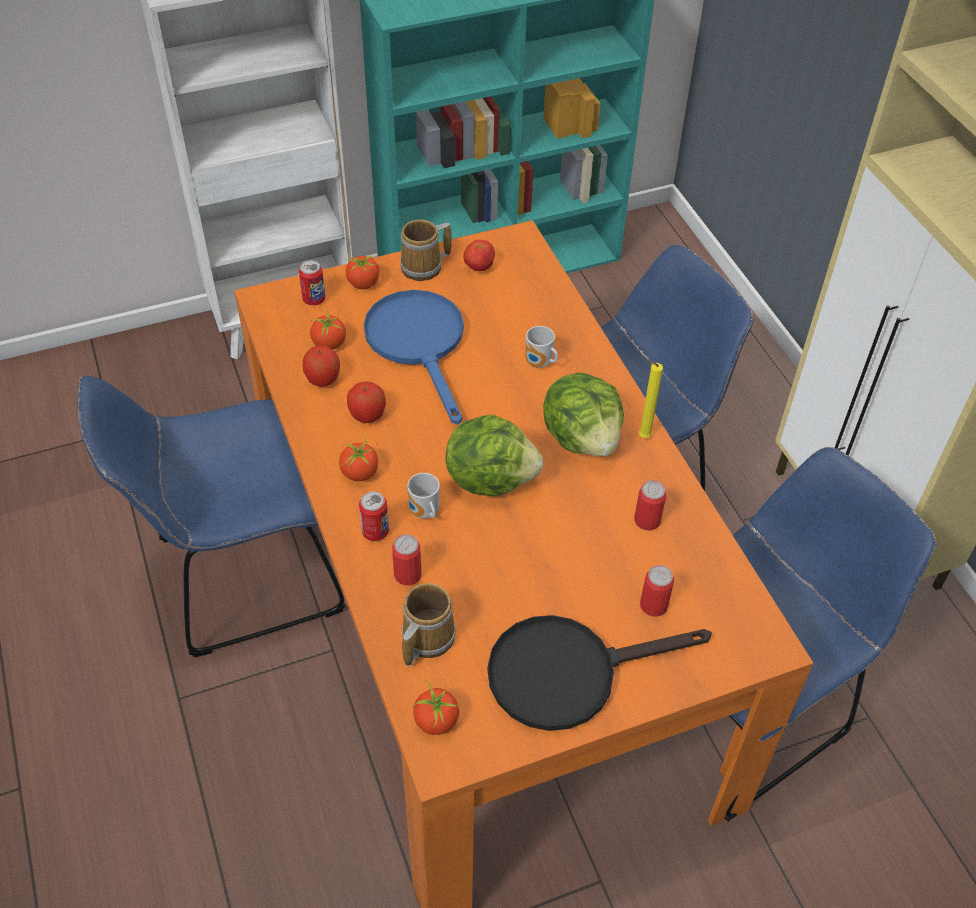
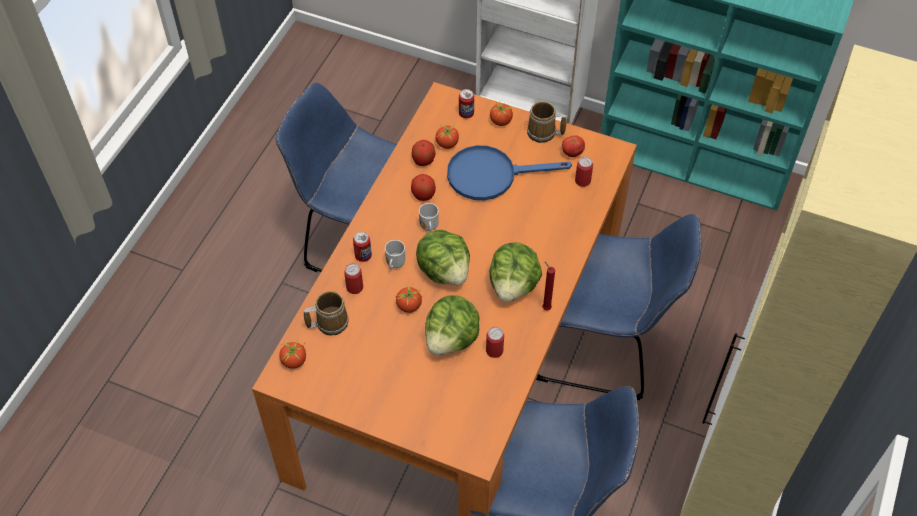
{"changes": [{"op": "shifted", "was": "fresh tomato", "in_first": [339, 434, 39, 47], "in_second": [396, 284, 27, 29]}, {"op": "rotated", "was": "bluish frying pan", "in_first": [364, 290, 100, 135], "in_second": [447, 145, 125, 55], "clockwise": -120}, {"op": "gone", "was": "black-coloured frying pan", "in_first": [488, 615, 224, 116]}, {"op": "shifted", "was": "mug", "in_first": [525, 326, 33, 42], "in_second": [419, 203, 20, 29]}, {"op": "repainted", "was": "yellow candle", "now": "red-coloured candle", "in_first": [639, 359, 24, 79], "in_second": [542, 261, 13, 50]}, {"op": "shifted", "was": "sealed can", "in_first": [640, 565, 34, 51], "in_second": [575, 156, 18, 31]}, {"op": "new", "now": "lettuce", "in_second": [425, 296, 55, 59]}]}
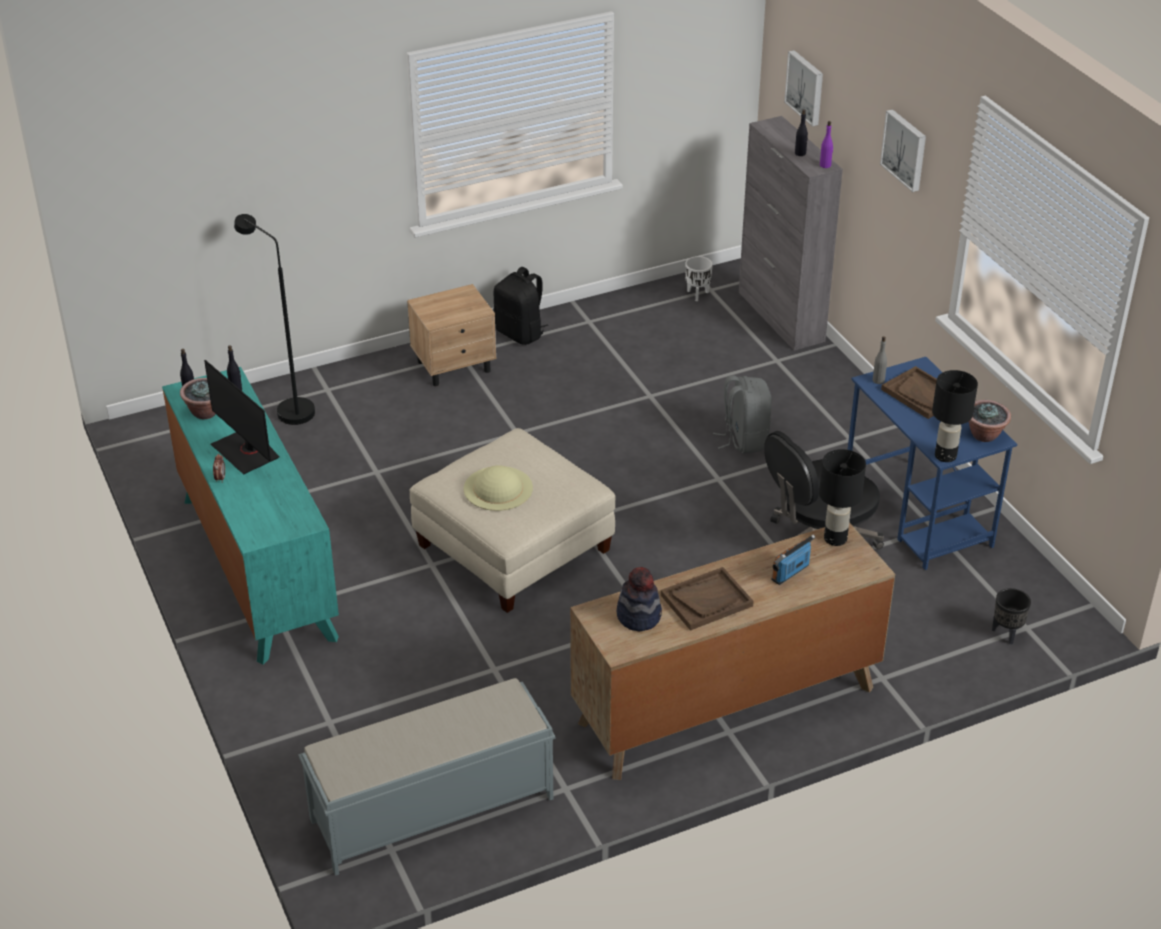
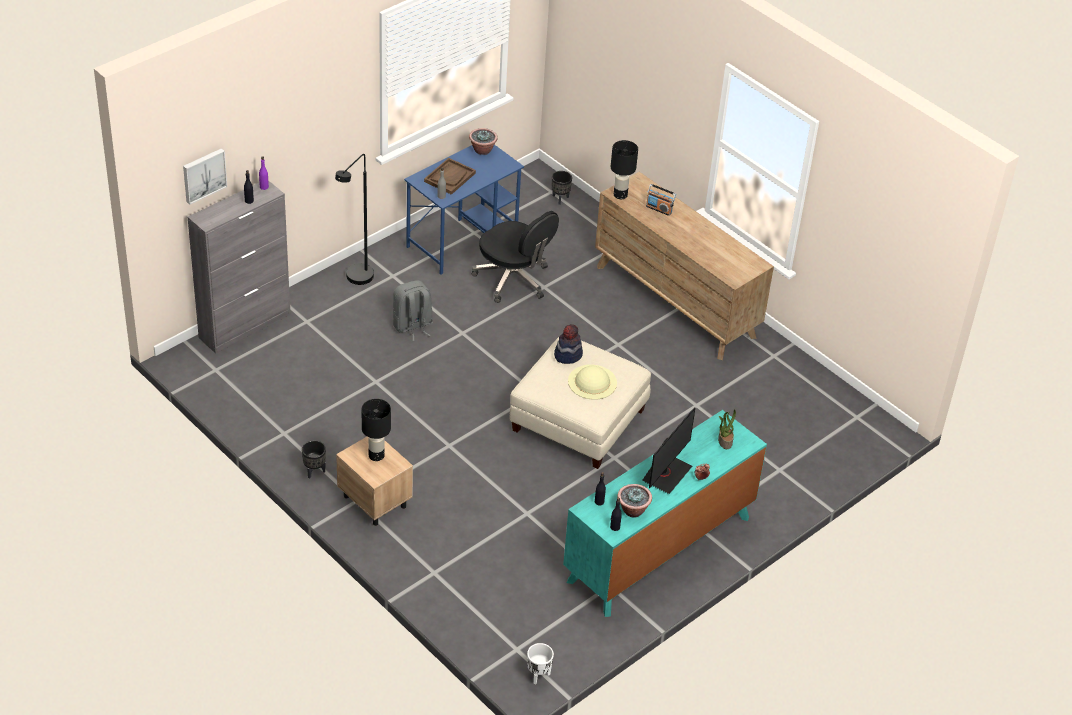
{"changes": [{"op": "shifted", "was": "black-coloured standard lamp", "in_first": [234, 214, 81, 211], "in_second": [335, 154, 39, 131]}, {"op": "gone", "was": "gray long seat", "in_first": [298, 678, 257, 198]}, {"op": "swapped", "was": "black-coloured rucksack", "now": "black-coloured plant pot", "in_first": [493, 267, 55, 78], "in_second": [302, 440, 24, 38]}, {"op": "shifted", "was": "clothing hat", "in_first": [617, 567, 45, 64], "in_second": [554, 324, 29, 40]}, {"op": "gone", "was": "brown tray", "in_first": [661, 567, 93, 64]}, {"op": "shifted", "was": "whitish plant pot", "in_first": [685, 256, 28, 45], "in_second": [527, 643, 27, 41]}, {"op": "gone", "was": "wall picture", "in_first": [880, 109, 46, 83]}, {"op": "shifted", "was": "black-coloured table lamp", "in_first": [932, 370, 46, 92], "in_second": [362, 399, 29, 62]}, {"op": "new", "now": "potted plant", "in_second": [718, 409, 18, 40]}]}
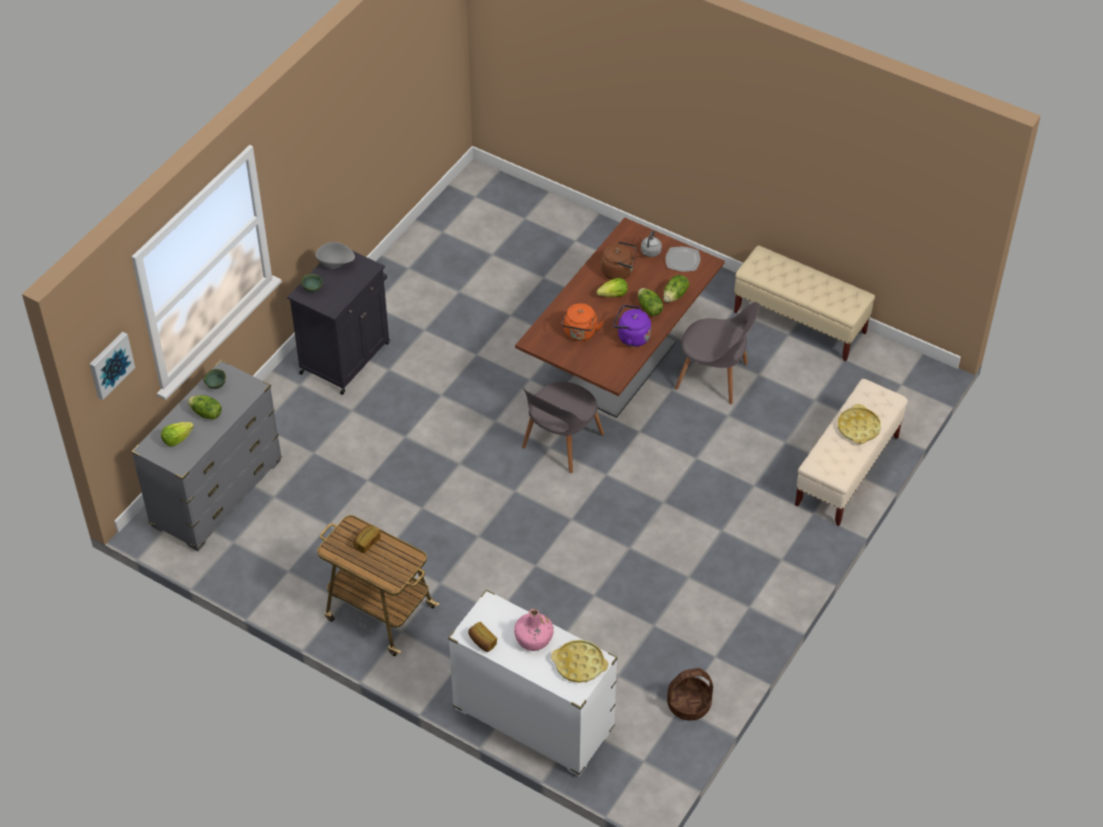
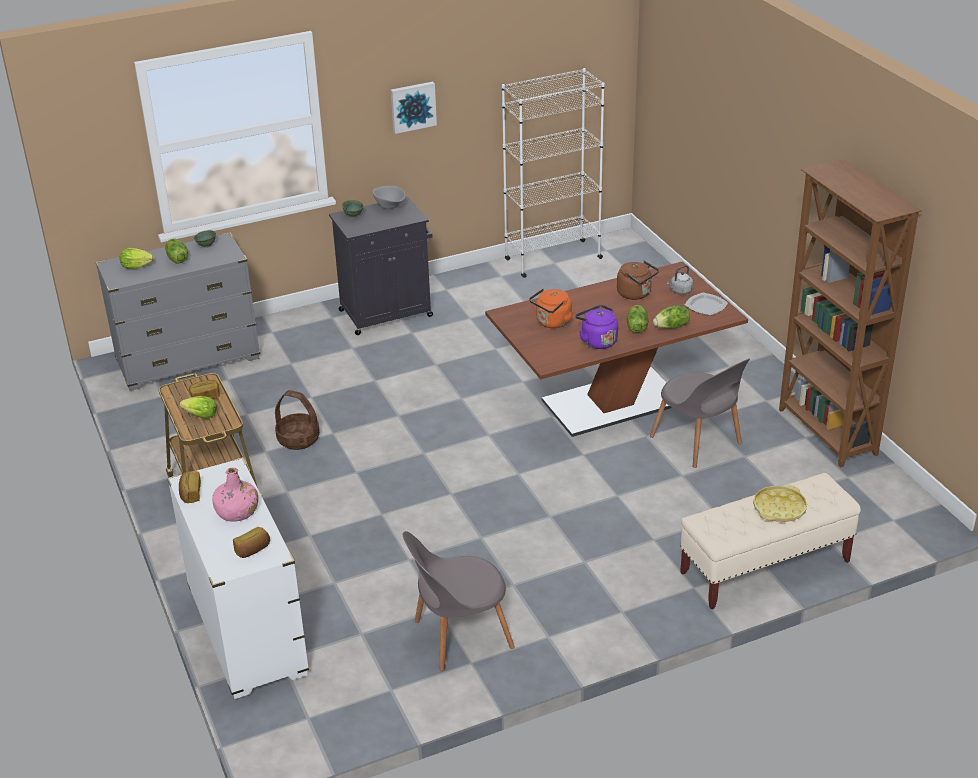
{"changes": [{"op": "shifted", "was": "wall picture", "in_first": [90, 332, 45, 68], "in_second": [391, 82, 46, 52]}, {"op": "shifted", "was": "gray chair", "in_first": [522, 382, 82, 91], "in_second": [403, 531, 112, 140]}, {"op": "swapped", "was": "yellow tray", "now": "bakery bread", "in_first": [551, 640, 57, 43], "in_second": [233, 527, 37, 31]}, {"op": "shifted", "was": "lettuce", "in_first": [596, 278, 32, 19], "in_second": [180, 396, 37, 23]}, {"op": "shifted", "was": "basket", "in_first": [667, 668, 46, 53], "in_second": [275, 390, 45, 60]}, {"op": "swapped", "was": "beige long seat", "now": "brown shelving unit", "in_first": [734, 246, 141, 116], "in_second": [779, 159, 143, 308]}, {"op": "new", "now": "whitish shelving unit", "in_second": [502, 68, 103, 210]}]}
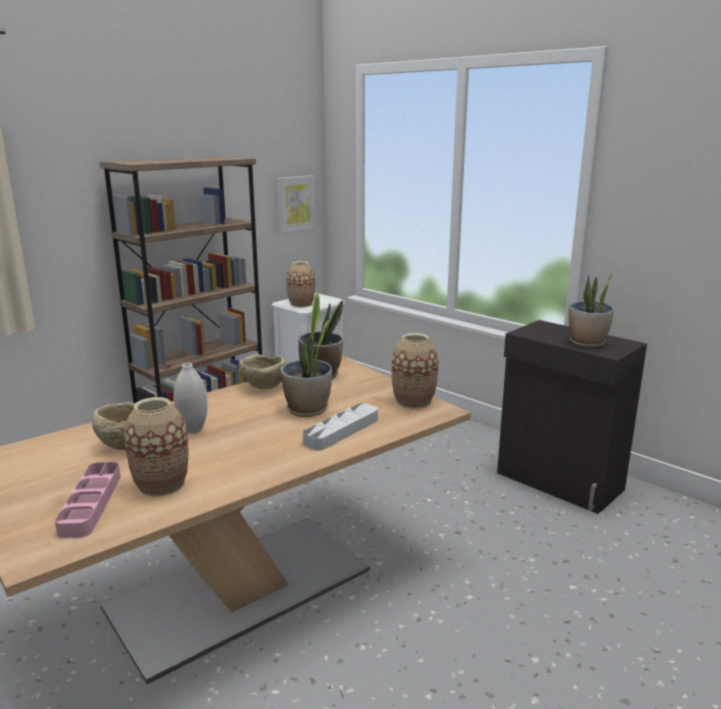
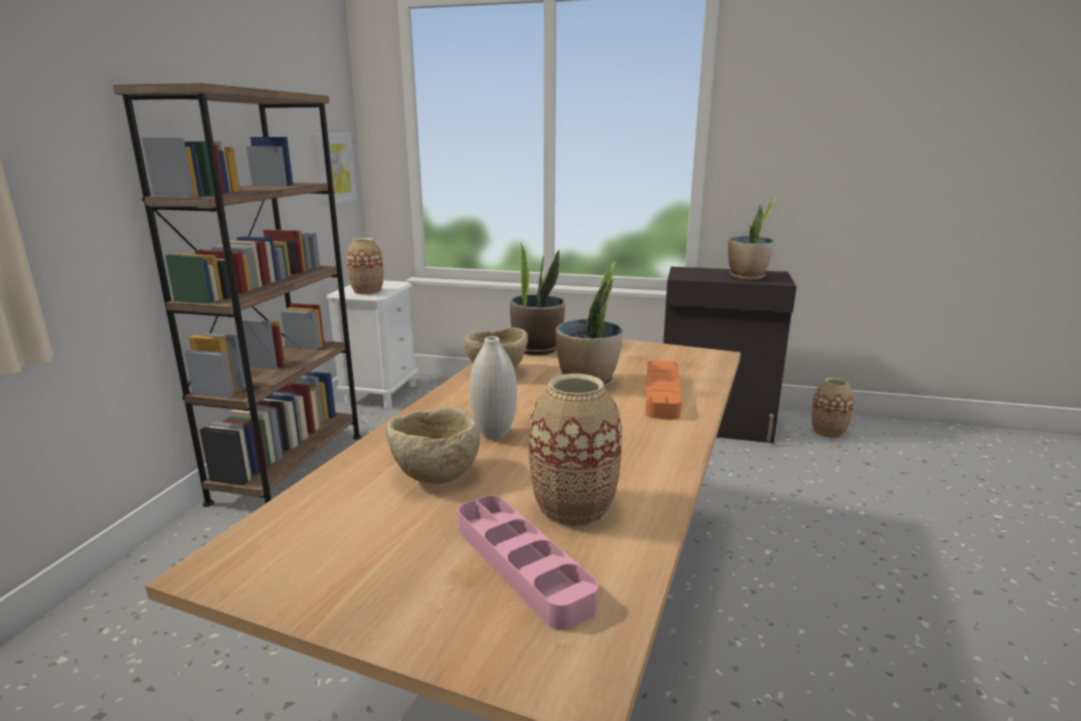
{"changes": [{"op": "repainted", "was": "gray tray", "now": "orange-coloured tray", "in_first": [303, 403, 75, 48], "in_second": [645, 360, 37, 60]}, {"op": "shifted", "was": "decorative vase", "in_first": [392, 333, 46, 76], "in_second": [812, 378, 42, 61]}]}
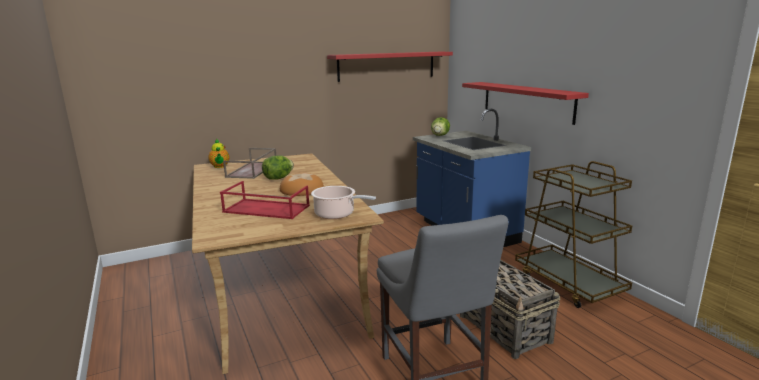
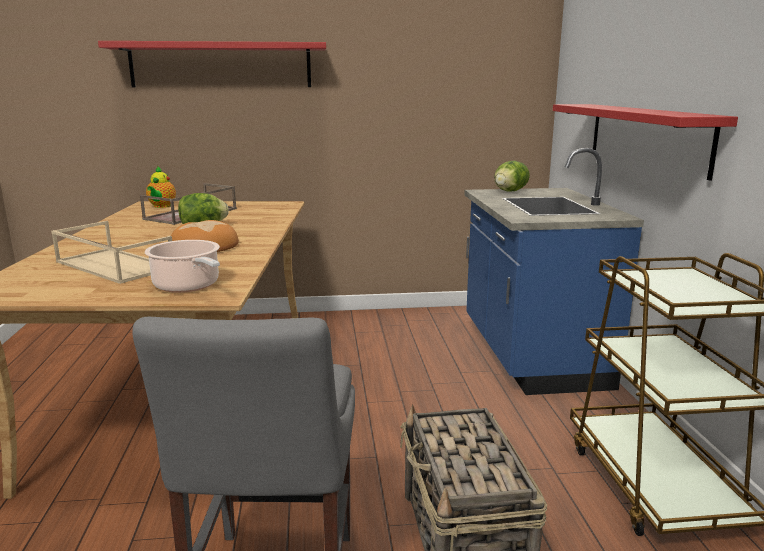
{"changes": [{"op": "repainted", "was": "red-coloured tray", "now": "beige tray", "in_first": [220, 181, 90, 38], "in_second": [51, 221, 121, 63]}, {"op": "shifted", "was": "red-coloured bracket shelf", "in_first": [327, 52, 126, 30], "in_second": [98, 41, 228, 46]}]}
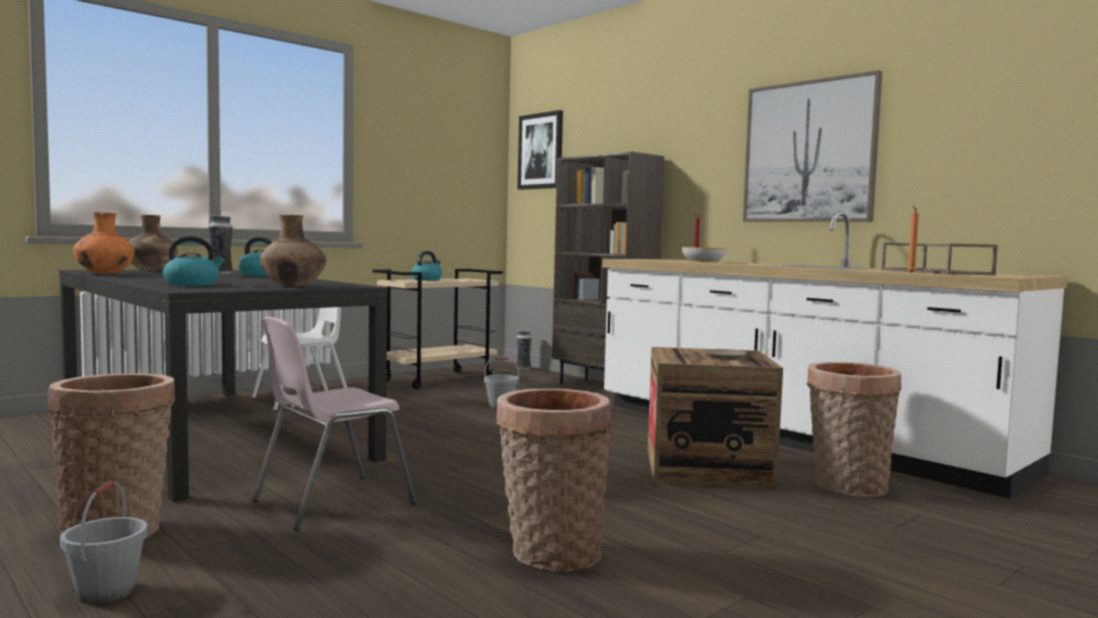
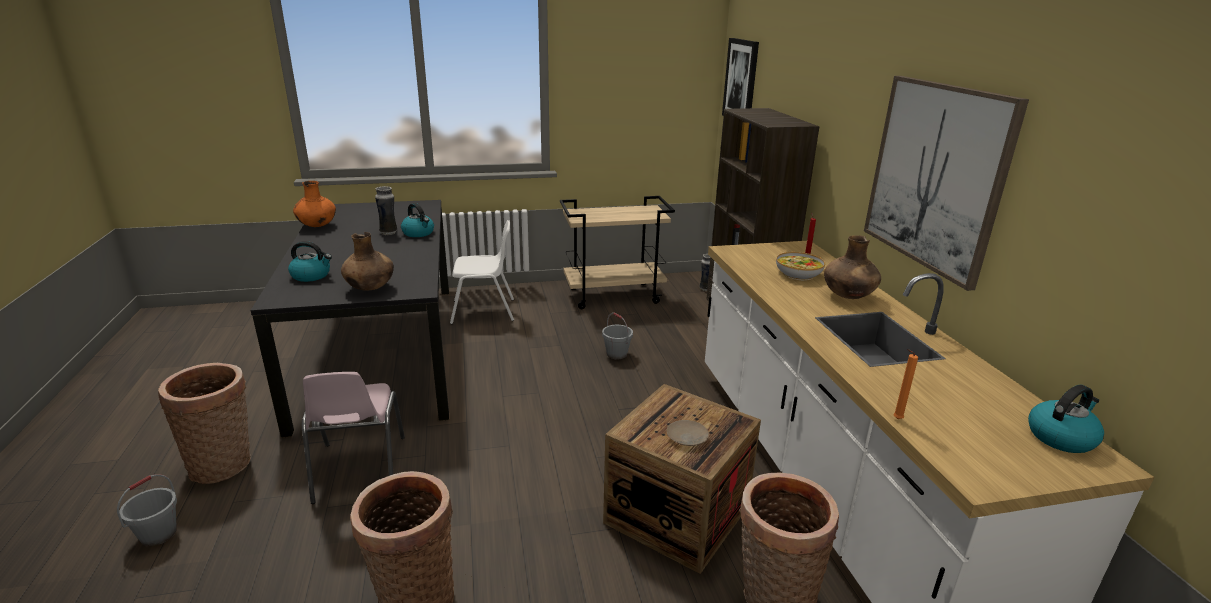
{"changes": [{"op": "shifted", "was": "brown decorative vase", "in_first": [128, 215, 50, 56], "in_second": [824, 235, 57, 64]}, {"op": "rotated", "was": "pink-coloured chair", "in_first": [252, 317, 164, 214], "in_second": [302, 372, 103, 132], "clockwise": -90}, {"op": "shifted", "was": "kettle", "in_first": [411, 251, 31, 30], "in_second": [1028, 385, 76, 68]}, {"op": "gone", "was": "brown tray", "in_first": [881, 243, 117, 32]}]}
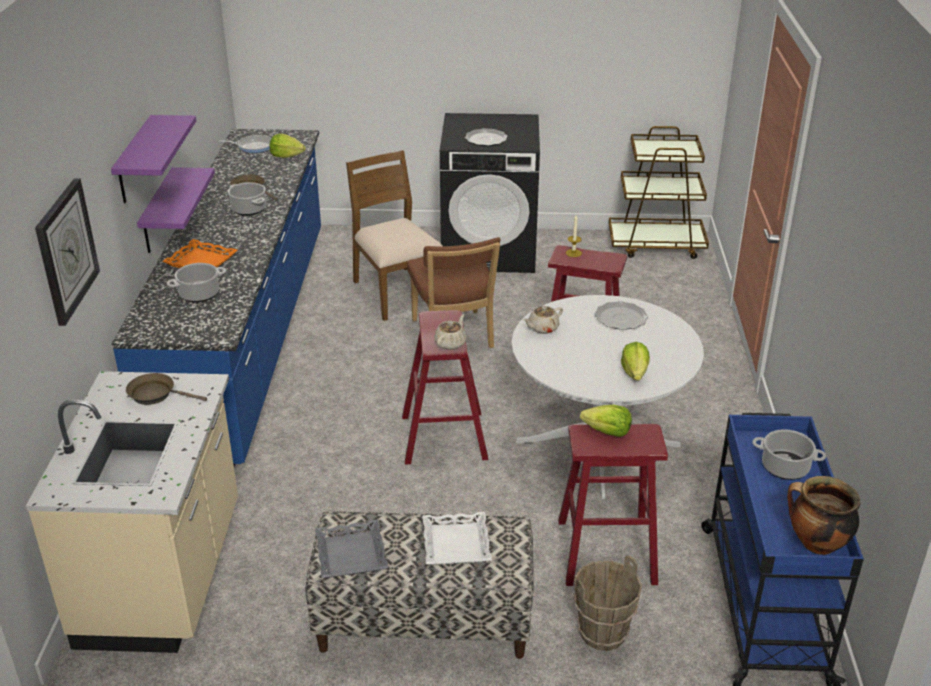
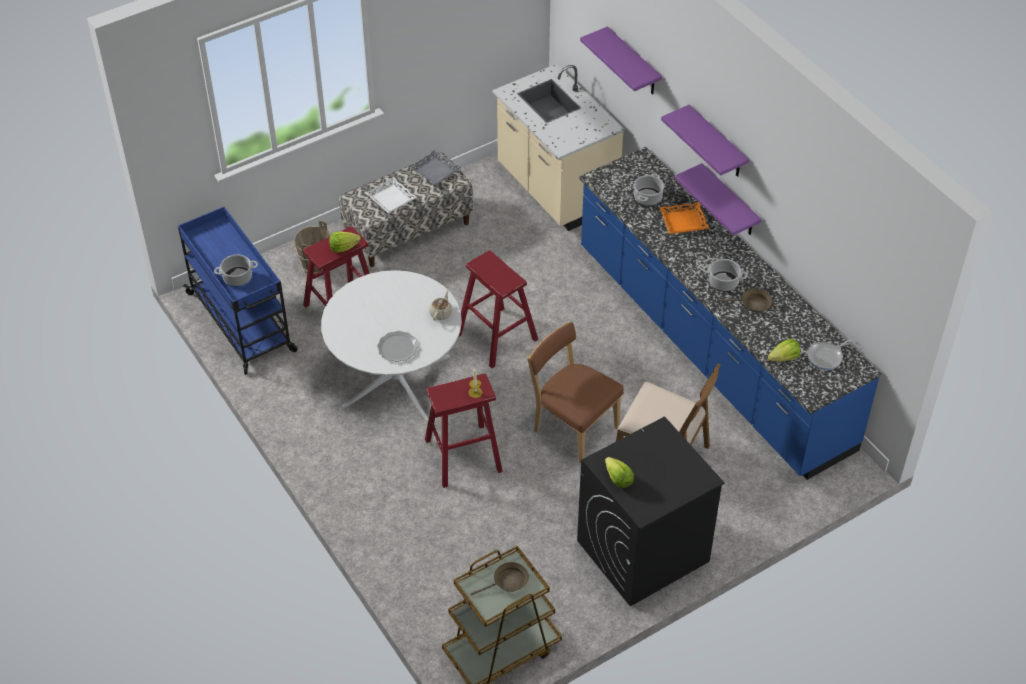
{"changes": [{"op": "swapped", "was": "hanging clock", "now": "purple-coloured bracket shelf", "in_first": [35, 178, 65, 148], "in_second": [580, 26, 82, 69]}, {"op": "shifted", "was": "brown frying pan", "in_first": [126, 373, 81, 32], "in_second": [470, 562, 59, 34]}, {"op": "gone", "was": "beige tea pot", "in_first": [434, 314, 32, 36]}, {"op": "gone", "was": "dinner plate", "in_first": [465, 128, 43, 18]}, {"op": "shifted", "was": "lettuce", "in_first": [621, 342, 29, 39], "in_second": [605, 457, 29, 31]}, {"op": "gone", "was": "stockpot", "in_first": [787, 476, 73, 79]}]}
